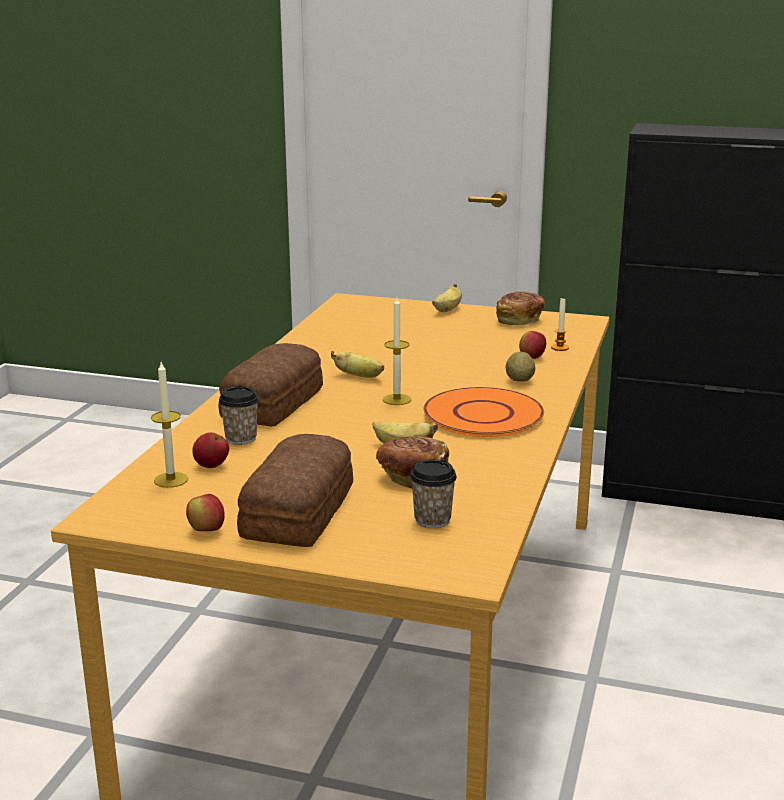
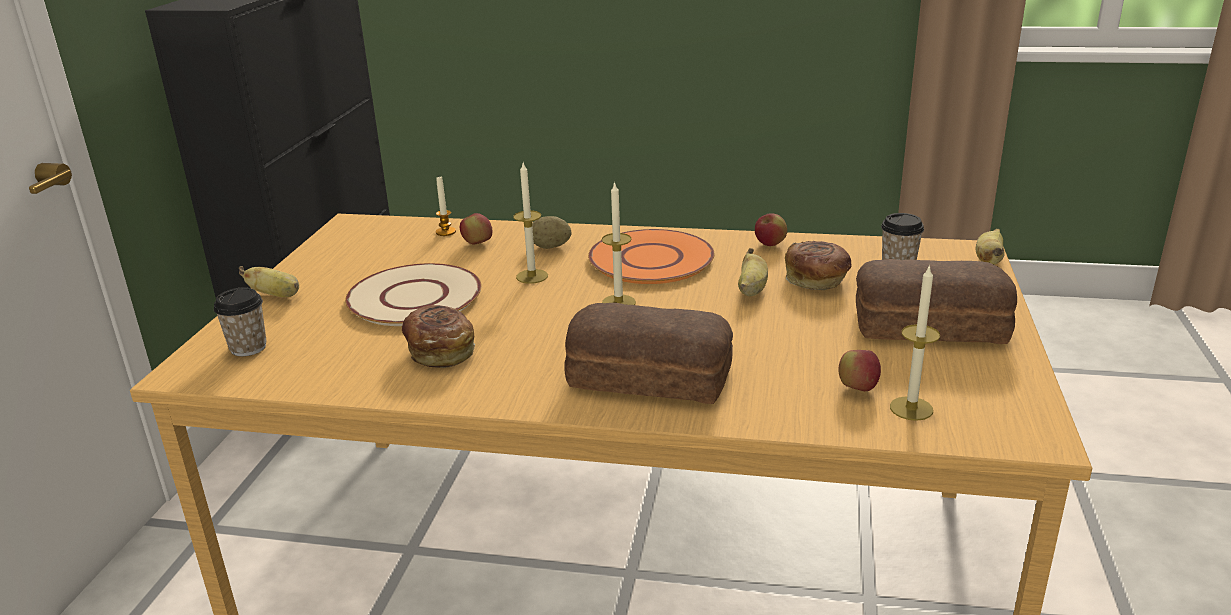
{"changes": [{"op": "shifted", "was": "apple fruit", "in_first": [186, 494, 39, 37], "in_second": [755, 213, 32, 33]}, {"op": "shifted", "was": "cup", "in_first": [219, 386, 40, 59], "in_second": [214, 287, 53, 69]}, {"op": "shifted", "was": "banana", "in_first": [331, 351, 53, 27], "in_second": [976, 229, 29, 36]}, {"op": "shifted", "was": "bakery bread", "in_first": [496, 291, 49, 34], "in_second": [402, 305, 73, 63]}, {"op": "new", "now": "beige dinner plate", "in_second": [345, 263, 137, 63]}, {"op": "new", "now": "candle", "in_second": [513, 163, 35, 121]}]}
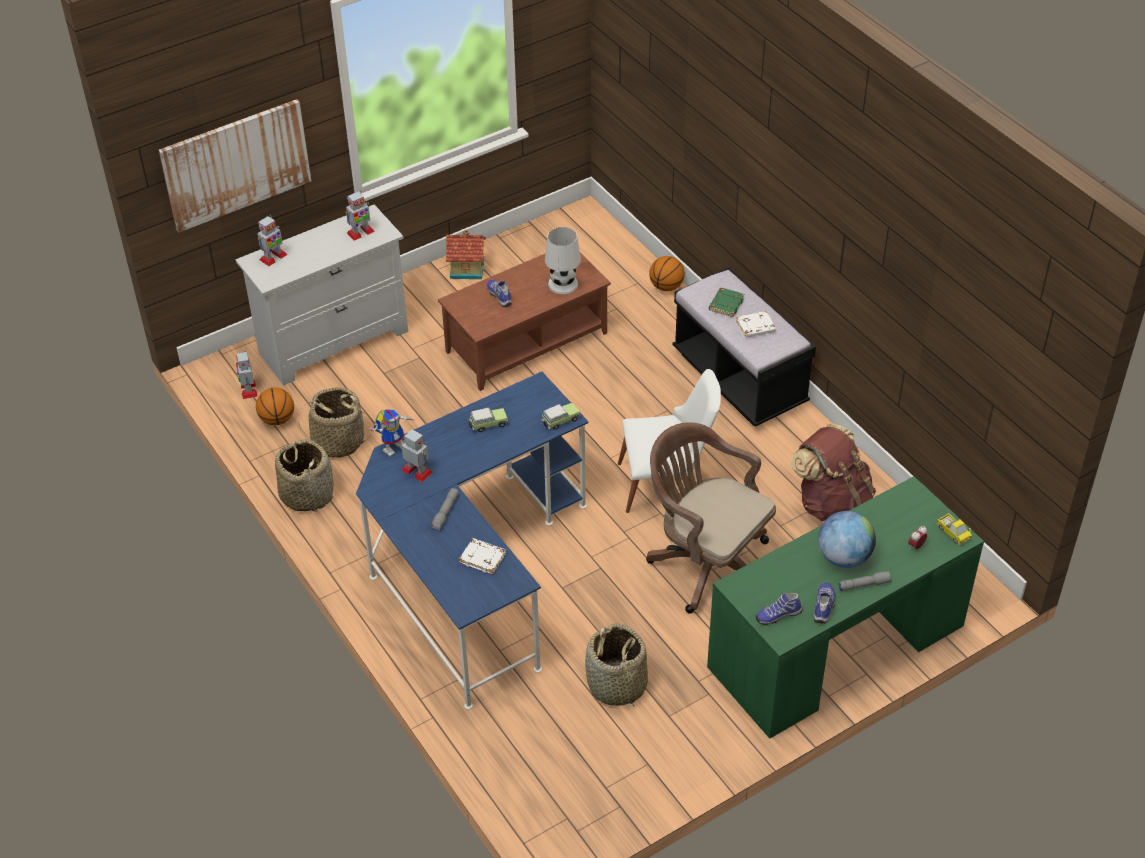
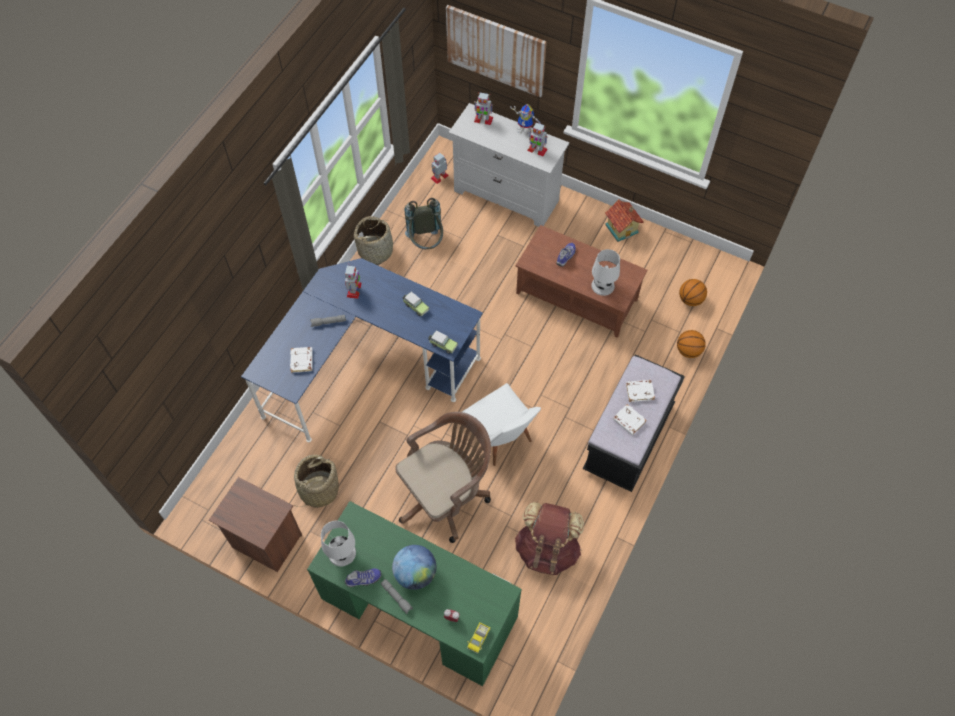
{"changes": [{"op": "shifted", "was": "basketball", "in_first": [256, 388, 38, 37], "in_second": [679, 279, 28, 27]}, {"op": "swapped", "was": "basket", "now": "gray rucksack", "in_first": [298, 387, 73, 71], "in_second": [405, 198, 38, 51]}, {"op": "shifted", "was": "toy robot", "in_first": [370, 409, 44, 47], "in_second": [510, 104, 31, 32]}, {"op": "rotated", "was": "brown desk chair", "in_first": [646, 422, 130, 191], "in_second": [395, 412, 96, 131], "clockwise": 45}, {"op": "repainted", "was": "green-coloured book", "now": "whitish book", "in_first": [709, 288, 35, 29], "in_second": [626, 380, 29, 22]}, {"op": "swapped", "was": "item of footwear", "now": "whitish table lamp", "in_first": [756, 592, 46, 33], "in_second": [321, 521, 35, 45]}, {"op": "new", "now": "brown nightstand", "in_second": [209, 477, 93, 95]}]}
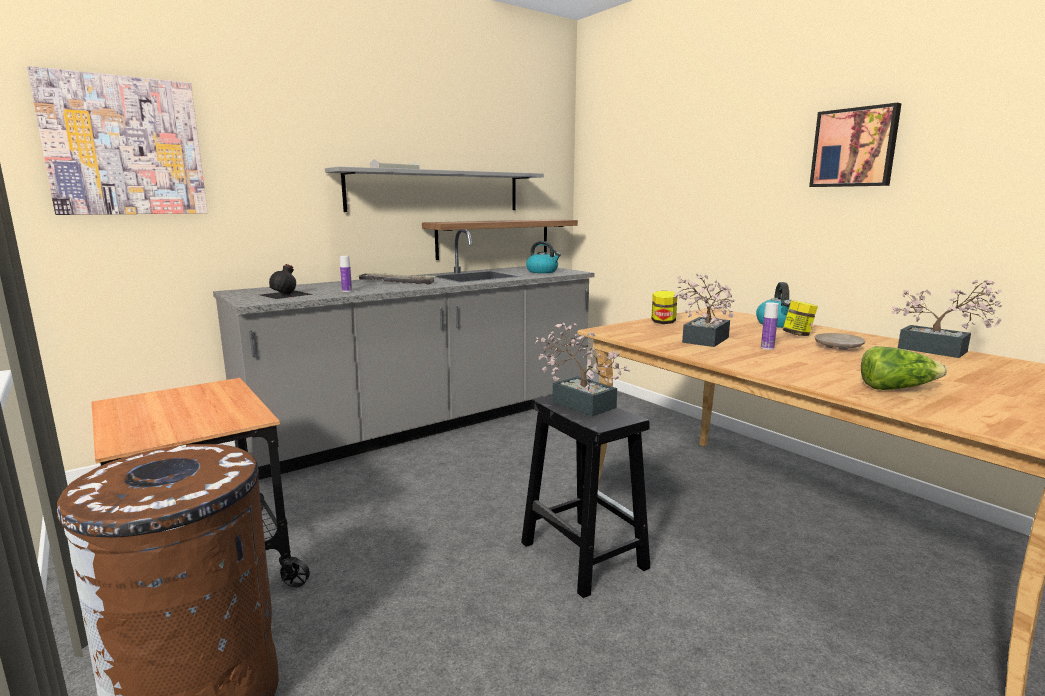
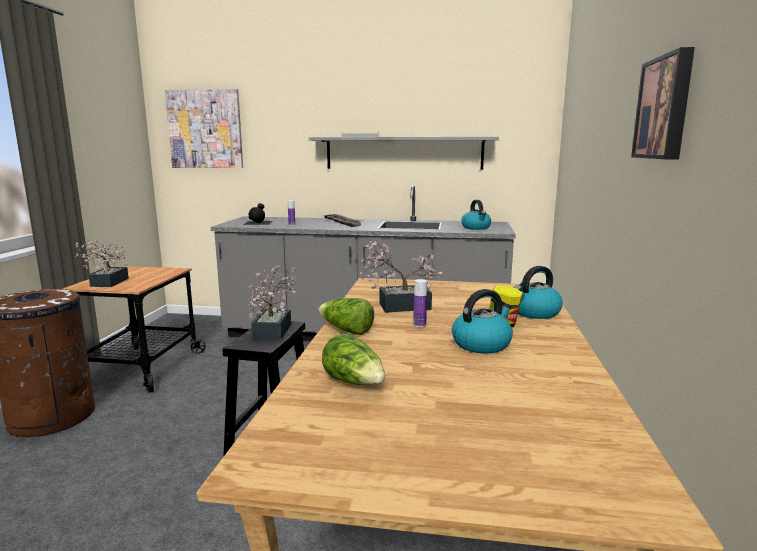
{"changes": [{"op": "gone", "was": "bracket shelf", "in_first": [422, 219, 156, 41]}, {"op": "gone", "was": "jar", "in_first": [651, 291, 27, 33]}, {"op": "swapped", "was": "beige dinner plate", "now": "kettle", "in_first": [815, 333, 50, 17], "in_second": [452, 289, 61, 64]}, {"op": "shifted", "was": "potted plant", "in_first": [891, 280, 111, 78], "in_second": [75, 240, 54, 47]}, {"op": "new", "now": "lettuce", "in_second": [318, 298, 56, 37]}]}
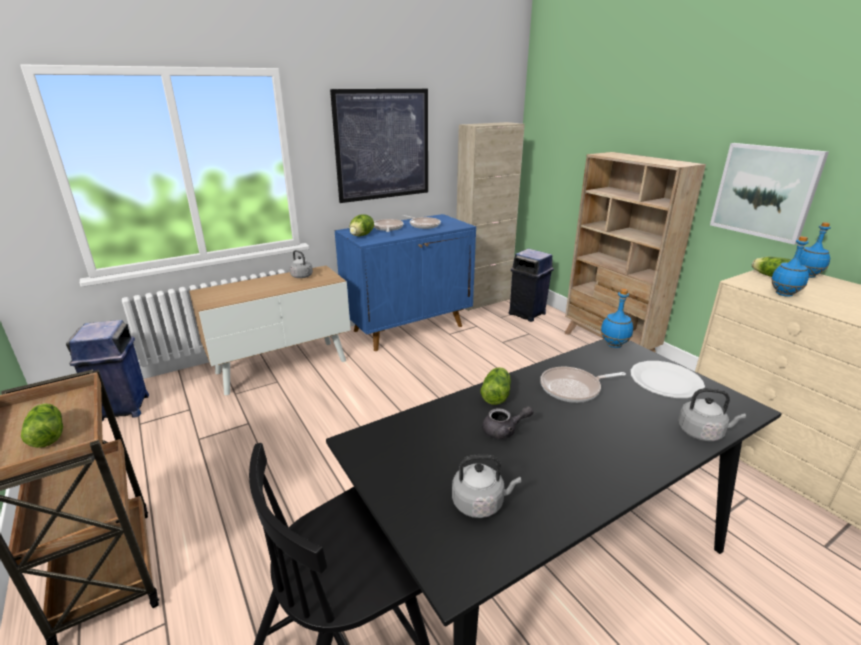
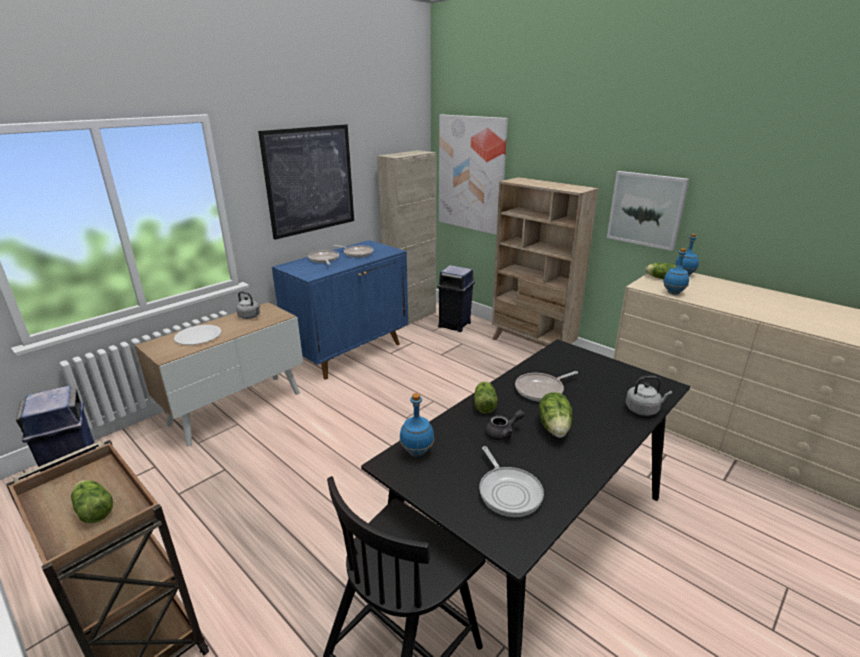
{"changes": [{"op": "shifted", "was": "lettuce", "in_first": [349, 214, 25, 22], "in_second": [539, 392, 33, 46]}, {"op": "swapped", "was": "gray kettle", "now": "frying pan", "in_first": [452, 455, 69, 63], "in_second": [479, 446, 65, 71]}, {"op": "shifted", "was": "bluish drink bottle", "in_first": [601, 289, 32, 59], "in_second": [400, 393, 34, 64]}, {"op": "shifted", "was": "whitish dinner plate", "in_first": [630, 361, 75, 37], "in_second": [174, 325, 47, 20]}, {"op": "new", "now": "wall picture", "in_second": [439, 114, 69, 121]}]}
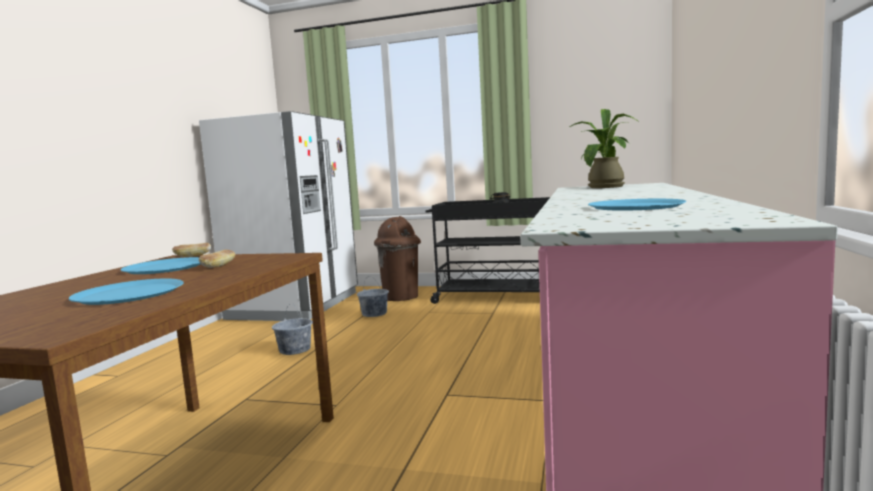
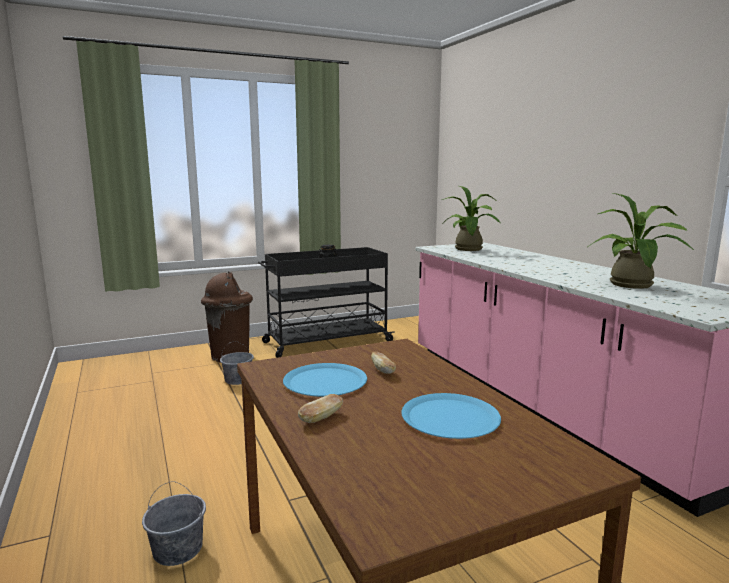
{"changes": [{"op": "shifted", "was": "bakery bread", "in_first": [172, 243, 39, 14], "in_second": [298, 394, 45, 29]}, {"op": "gone", "was": "whitish fridge", "in_first": [199, 111, 159, 210]}, {"op": "shifted", "was": "gray pail", "in_first": [272, 303, 41, 52], "in_second": [142, 481, 64, 85]}, {"op": "swapped", "was": "bluish dinner plate", "now": "potted plant", "in_first": [588, 199, 98, 12], "in_second": [588, 193, 106, 96]}]}
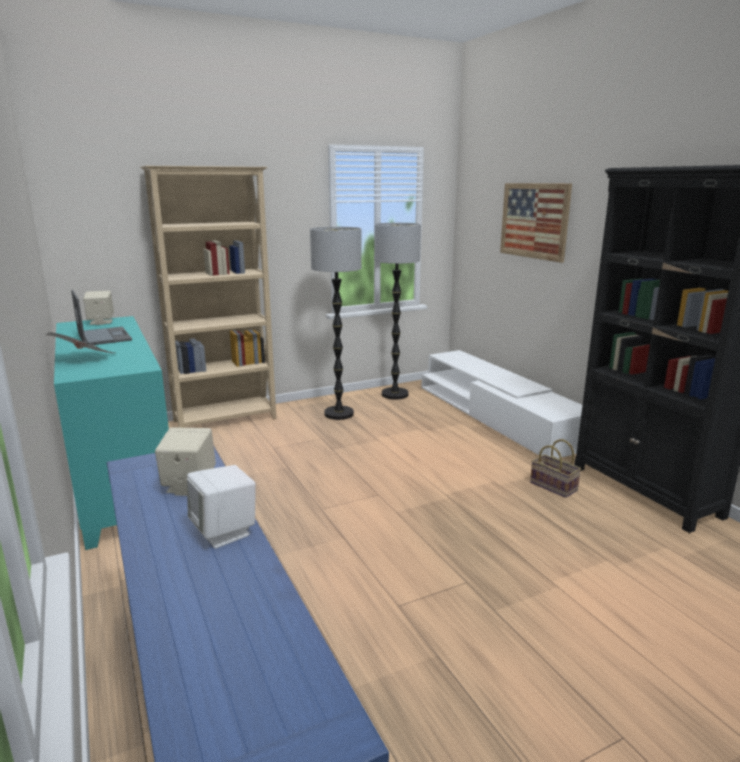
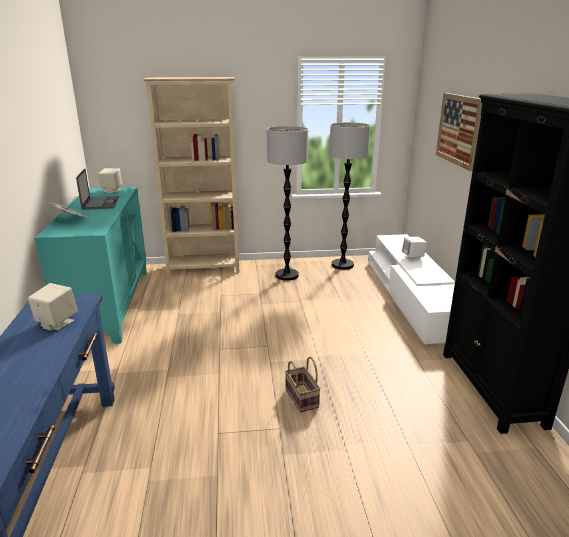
{"changes": [{"op": "shifted", "was": "whitish loudspeaker", "in_first": [187, 465, 69, 84], "in_second": [402, 237, 25, 24]}, {"op": "shifted", "was": "basket", "in_first": [530, 439, 51, 59], "in_second": [285, 357, 36, 55]}]}
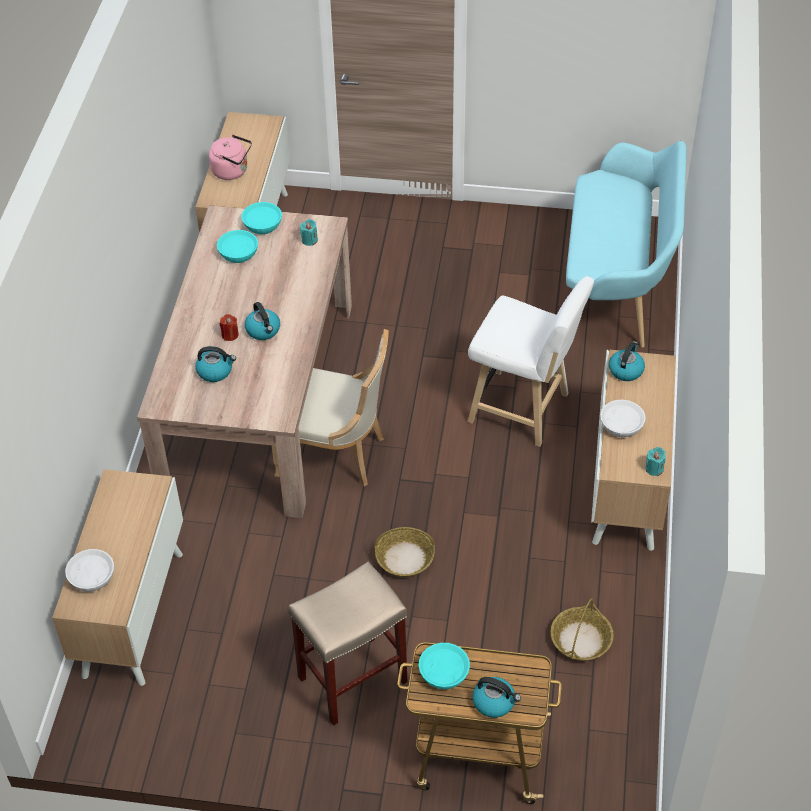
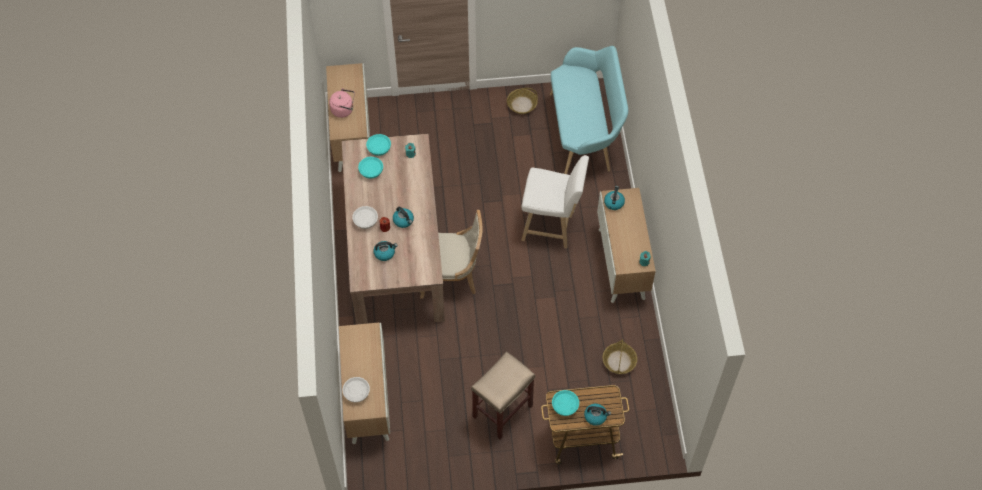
{"changes": [{"op": "shifted", "was": "basket", "in_first": [374, 527, 61, 50], "in_second": [507, 88, 31, 26]}, {"op": "shifted", "was": "whitish deep dish", "in_first": [600, 400, 46, 38], "in_second": [352, 206, 26, 23]}]}
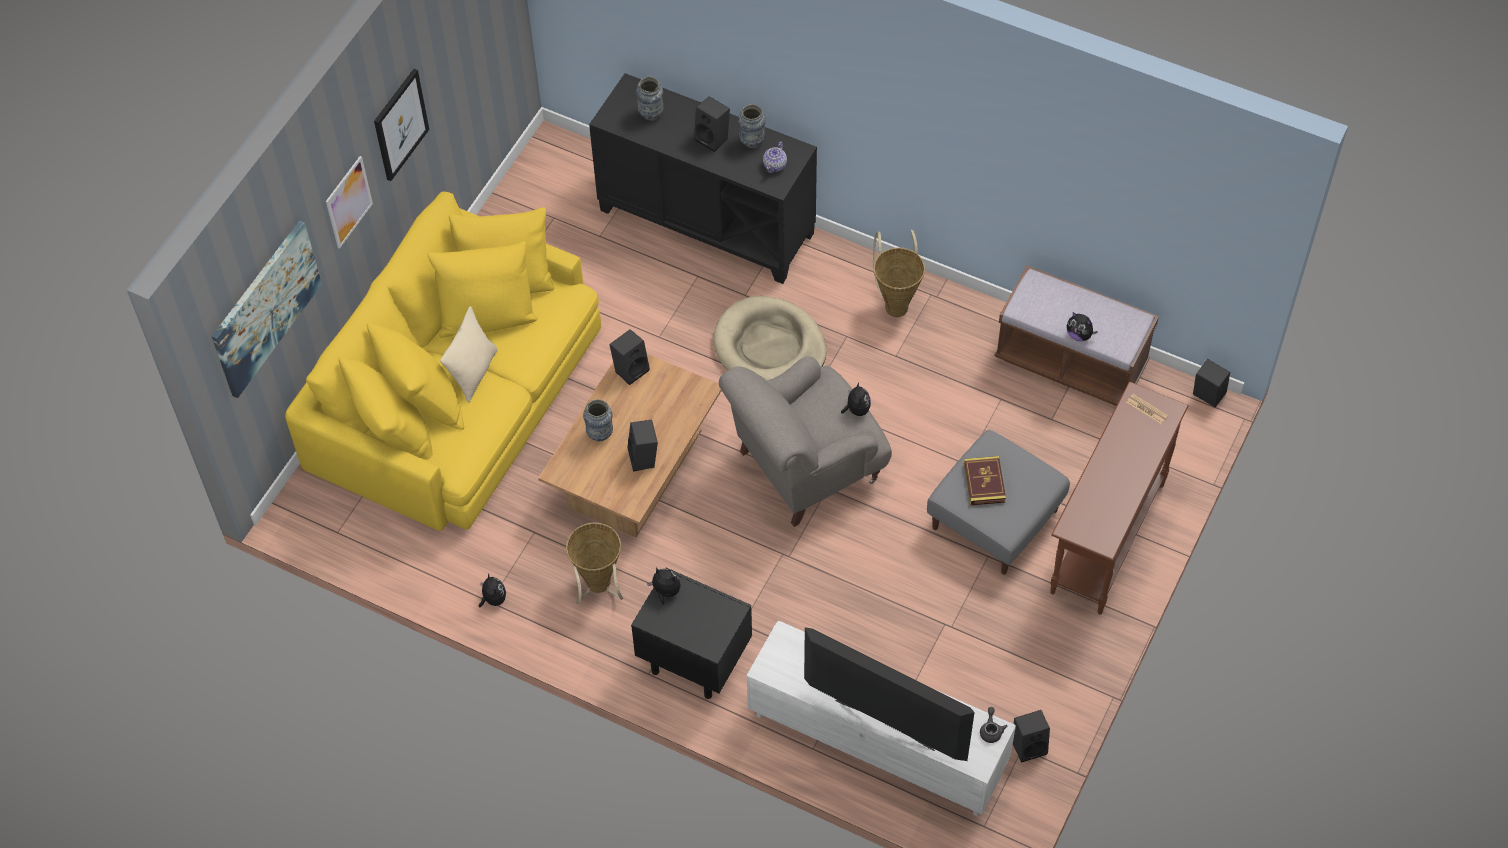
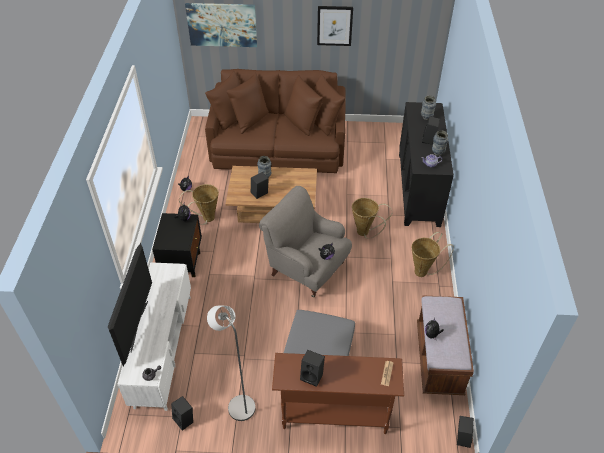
{"changes": [{"op": "repainted", "was": "yellow couch", "now": "brown couch", "in_first": [285, 191, 316, 340], "in_second": [205, 69, 141, 104]}, {"op": "gone", "was": "wall picture", "in_first": [326, 156, 47, 93]}, {"op": "gone", "was": "beige cushion", "in_first": [440, 306, 57, 97]}, {"op": "shifted", "was": "black-coloured loudspeaker", "in_first": [609, 329, 41, 56], "in_second": [300, 350, 25, 37]}, {"op": "swapped", "was": "beige dog bed", "now": "basket", "in_first": [713, 296, 114, 85], "in_second": [352, 198, 41, 41]}, {"op": "gone", "was": "book", "in_first": [964, 456, 42, 49]}, {"op": "new", "now": "gray standard lamp", "in_second": [207, 305, 49, 116]}]}
